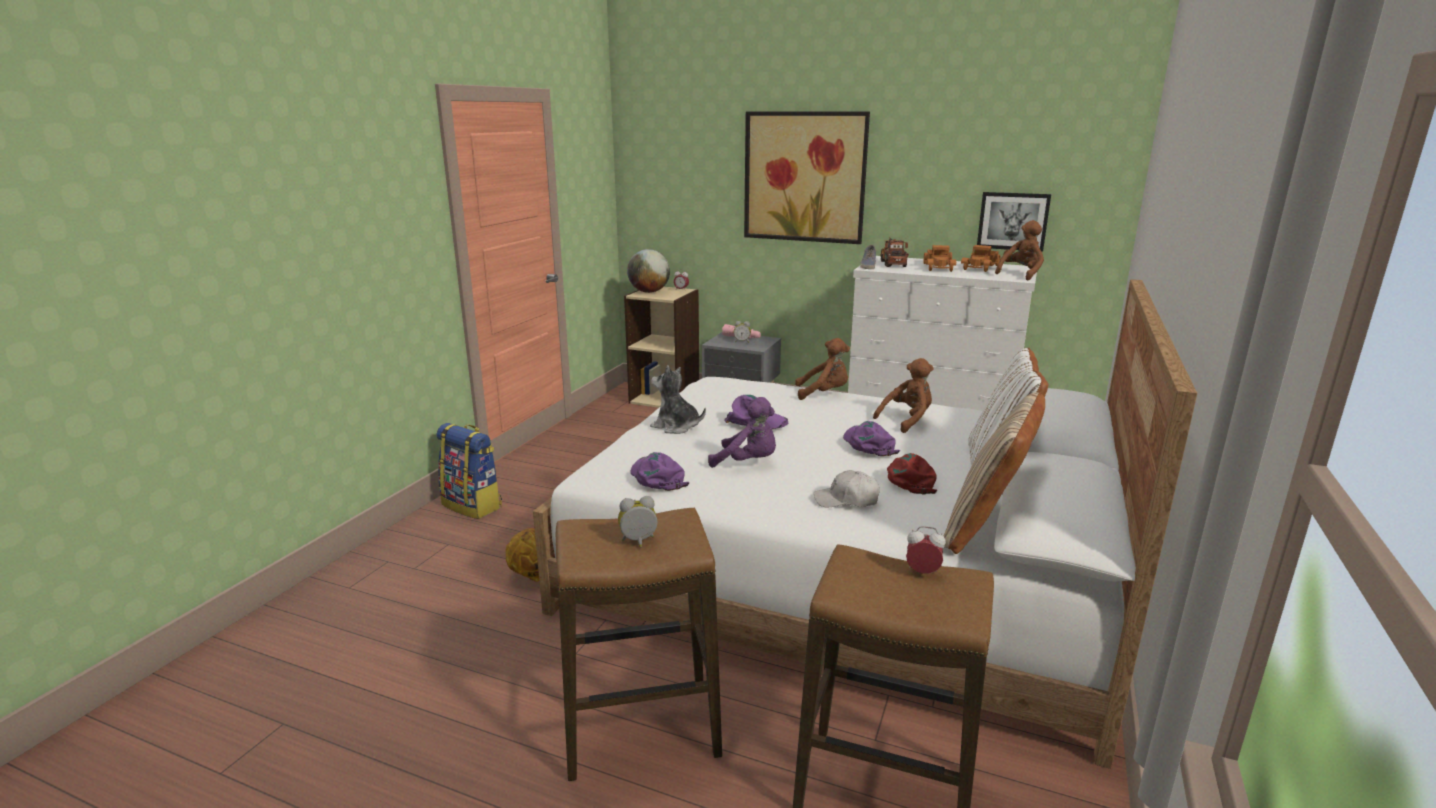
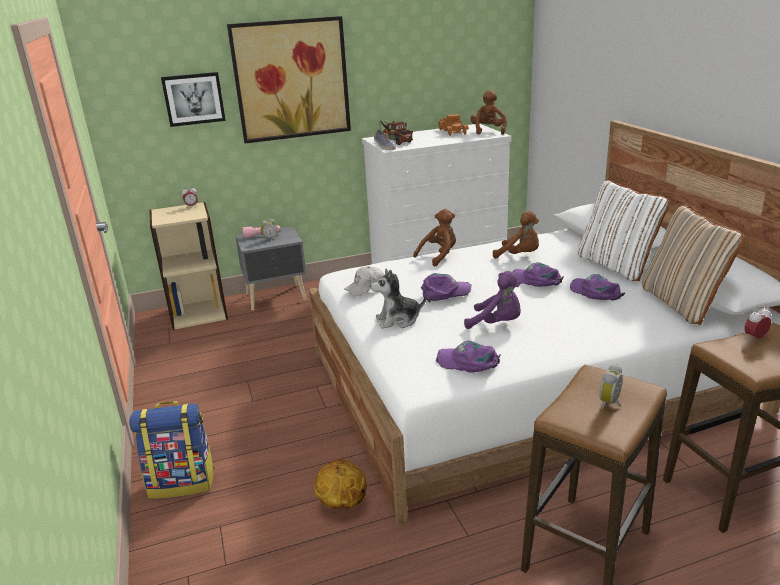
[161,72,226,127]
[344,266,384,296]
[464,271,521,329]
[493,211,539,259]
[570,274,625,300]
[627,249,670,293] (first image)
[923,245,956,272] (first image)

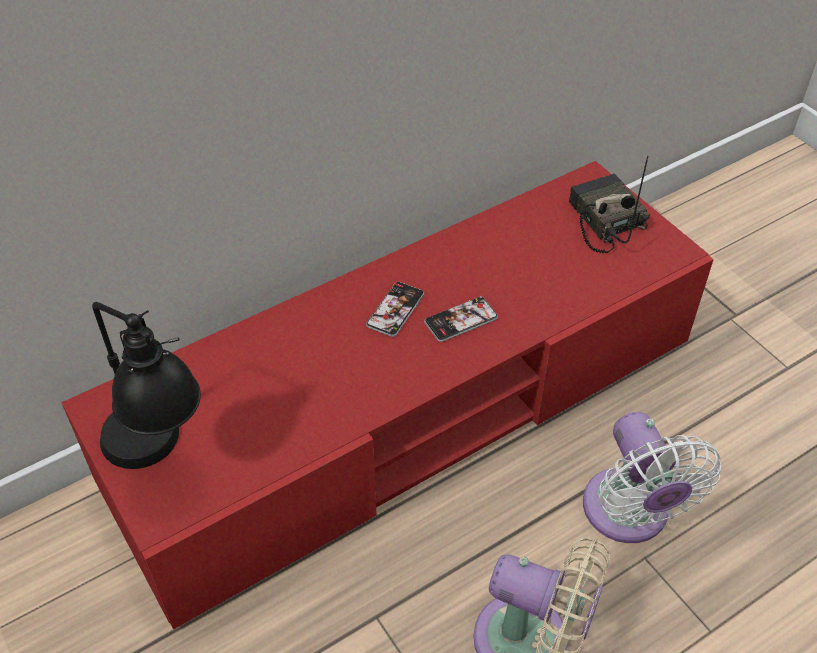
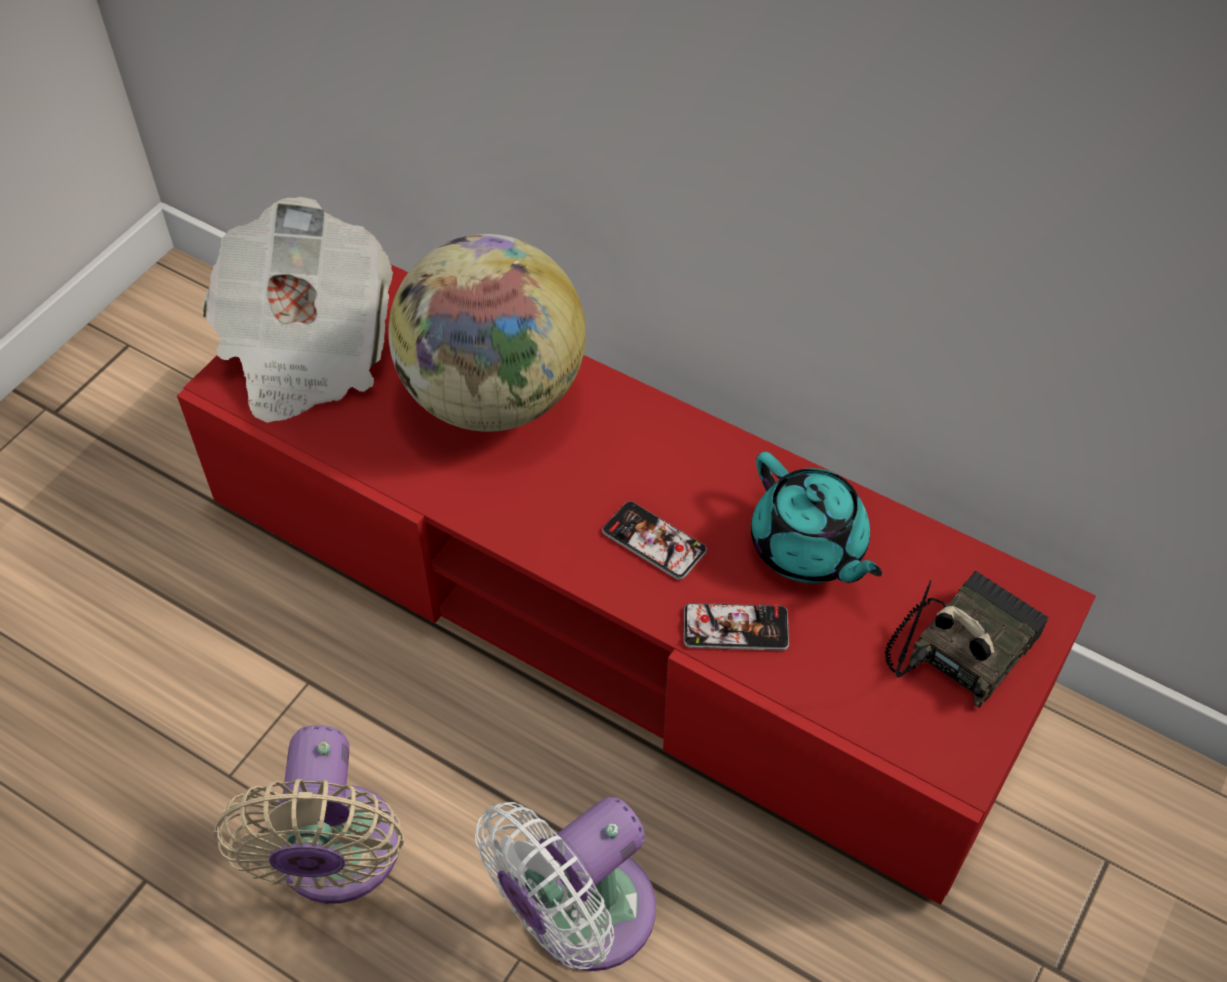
[202,197,393,423]
[388,234,586,432]
[684,603,789,650]
[751,452,882,583]

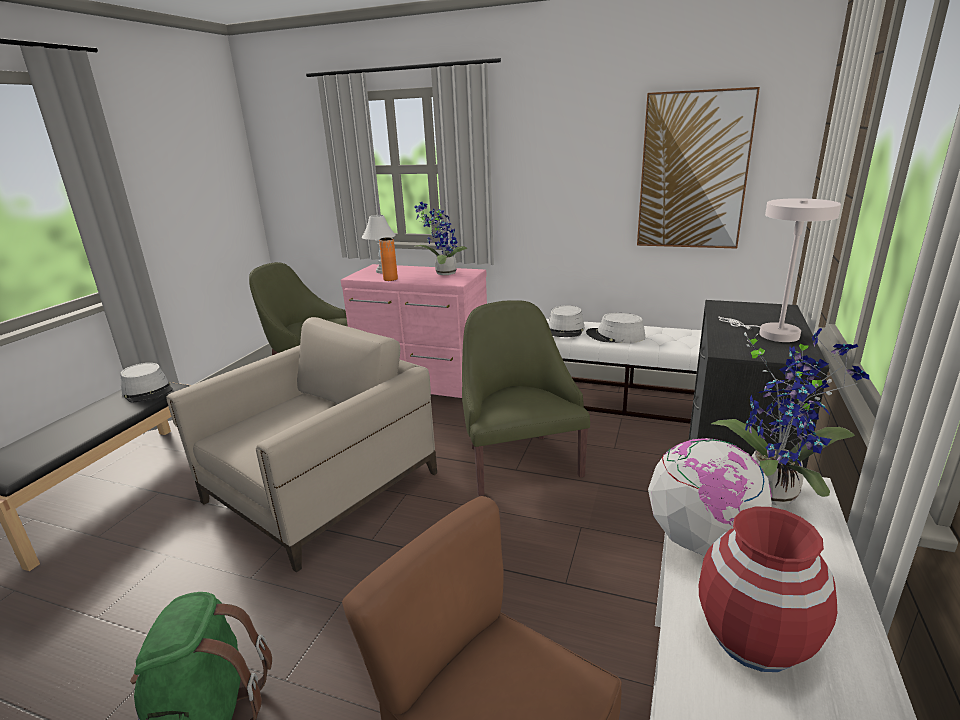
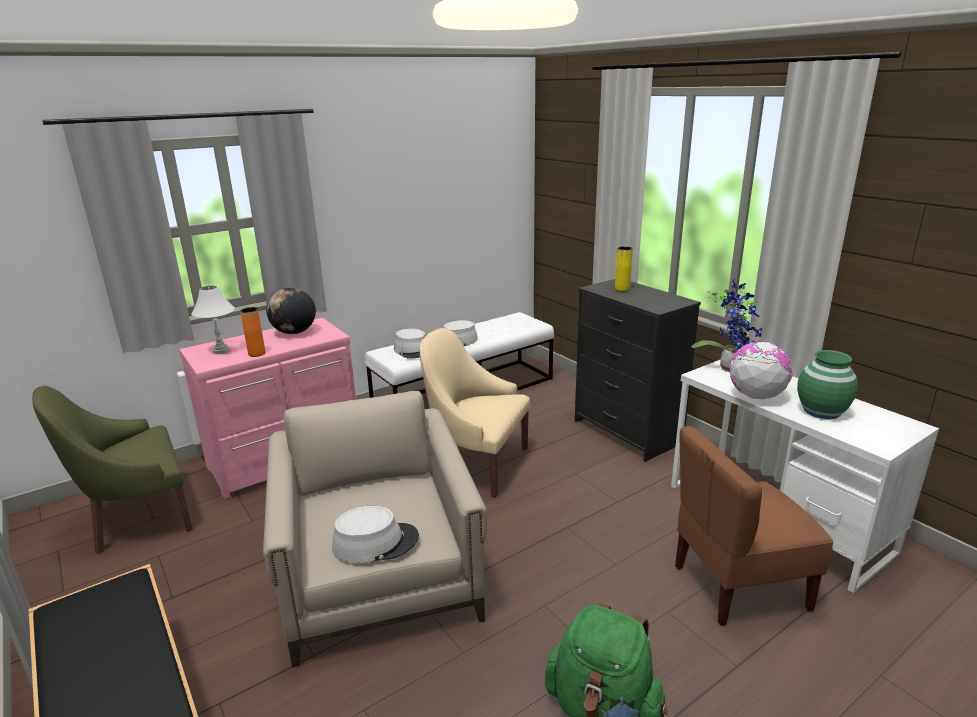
[266,287,316,334]
[332,506,419,563]
[420,328,530,498]
[615,246,633,291]
[797,350,858,419]
[637,87,760,249] (first image)
[718,198,841,342] (first image)

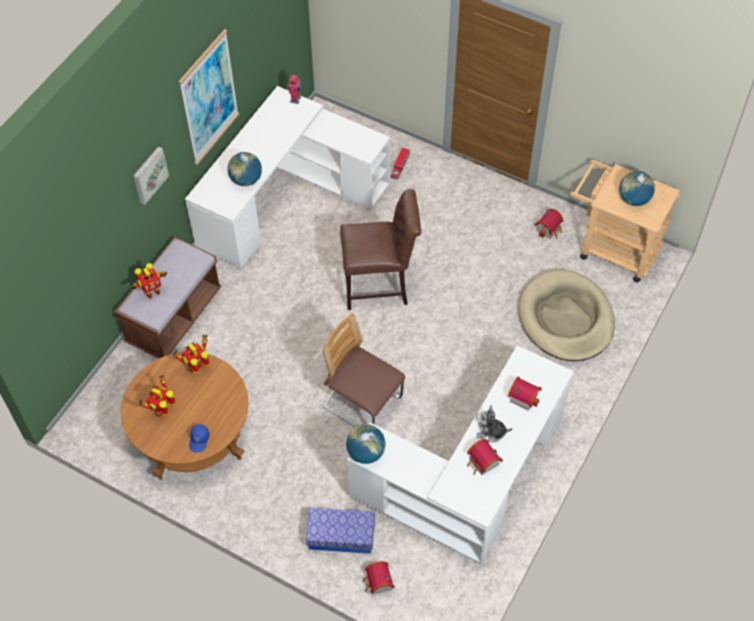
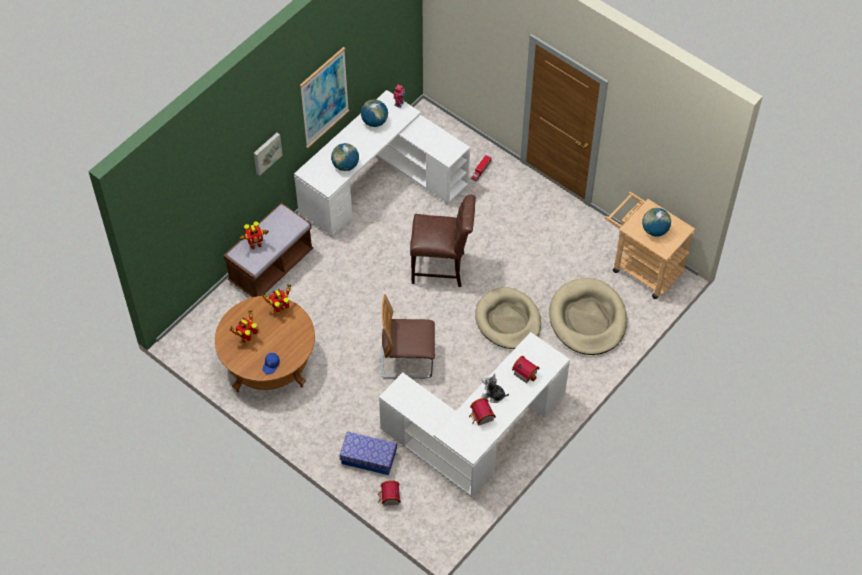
[361,99,388,127]
[380,294,435,378]
[475,287,541,349]
[535,209,564,239] (first image)

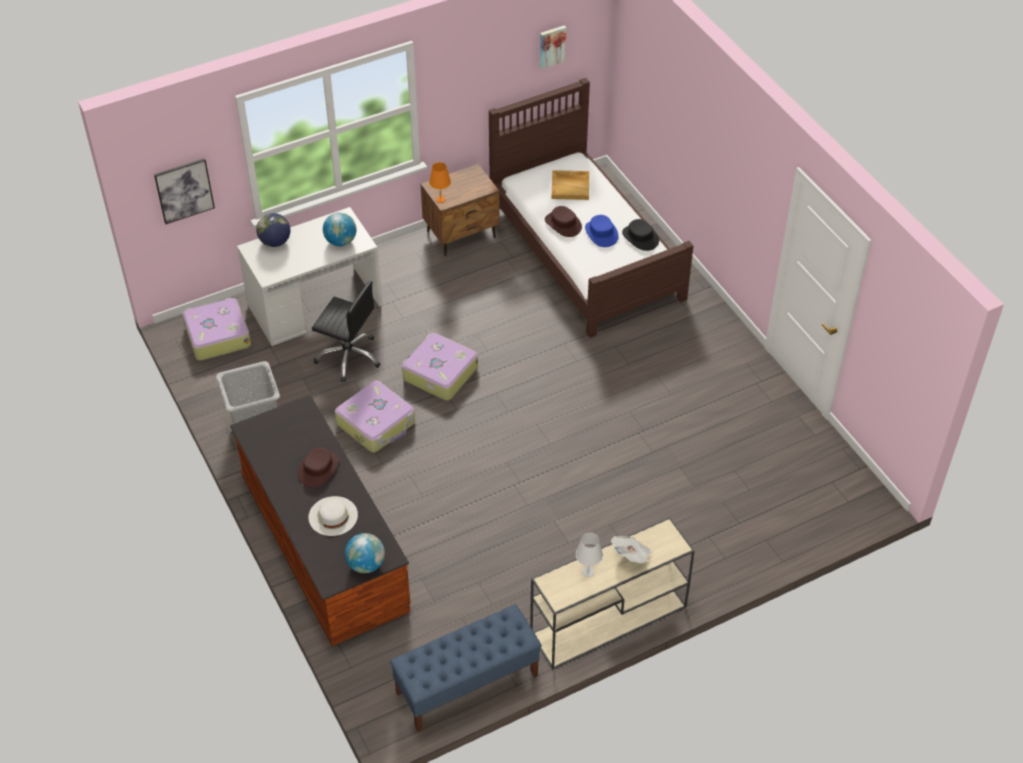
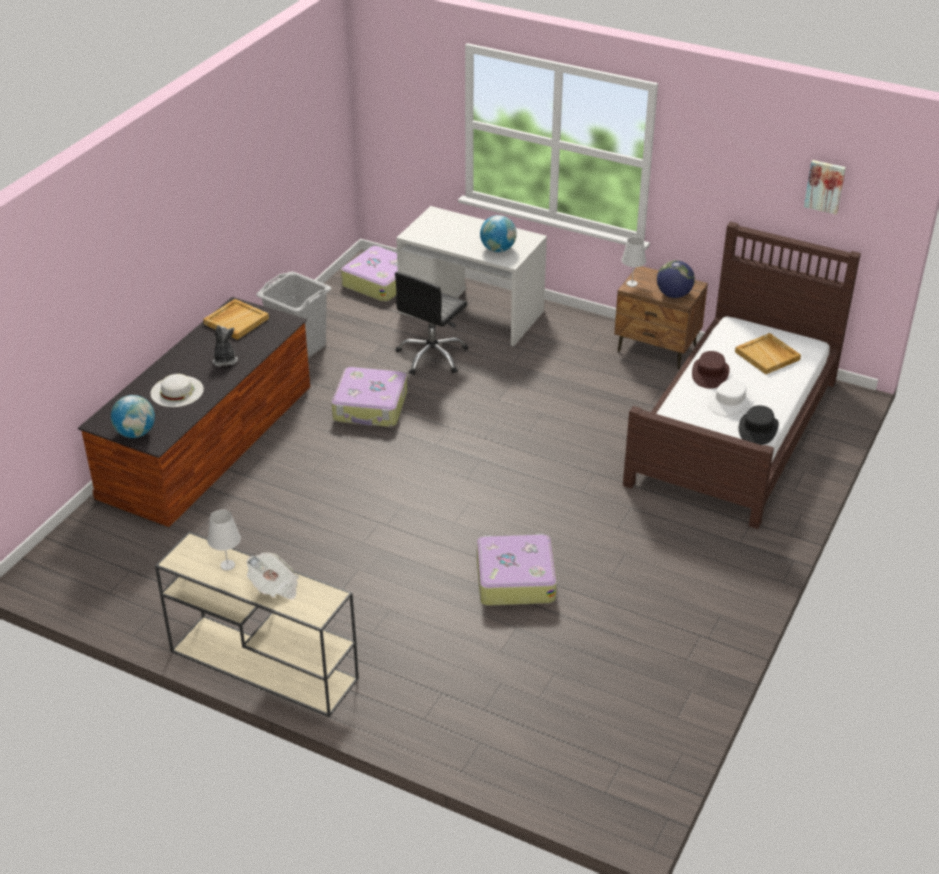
[203,299,269,340]
[212,325,238,367]
[395,272,468,375]
[477,534,557,606]
[621,237,646,287]
[657,260,695,298]
[708,379,752,416]
[154,158,215,224] (first image)
[390,604,542,732] (first image)

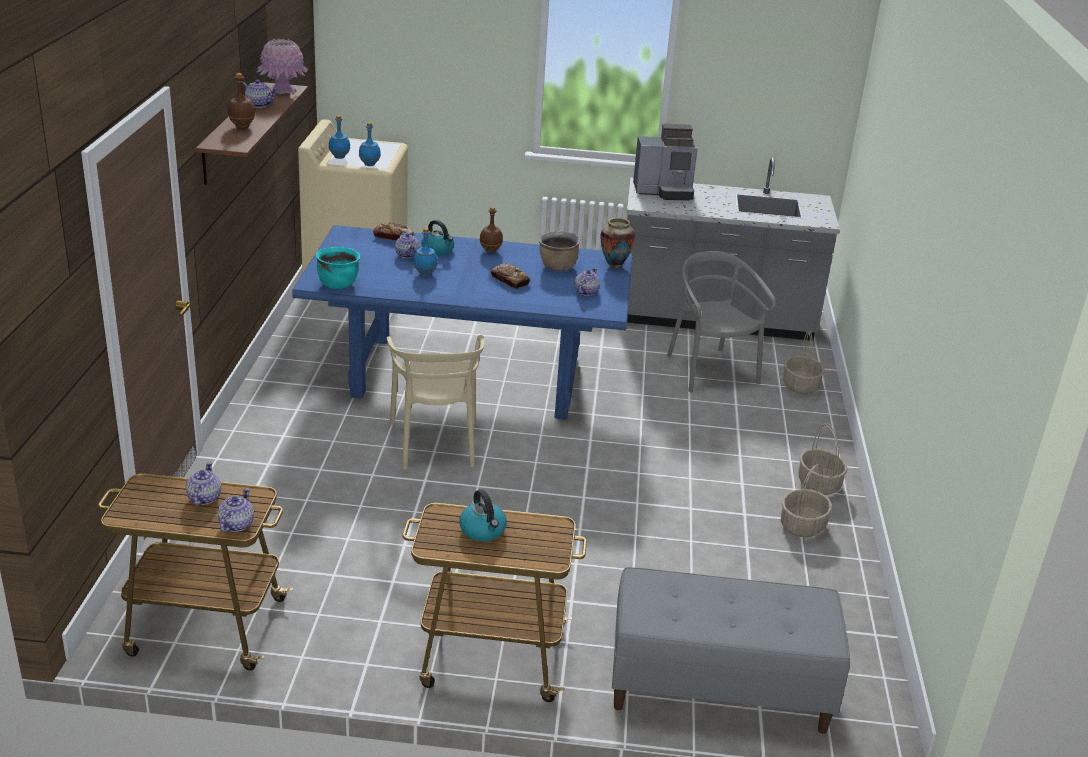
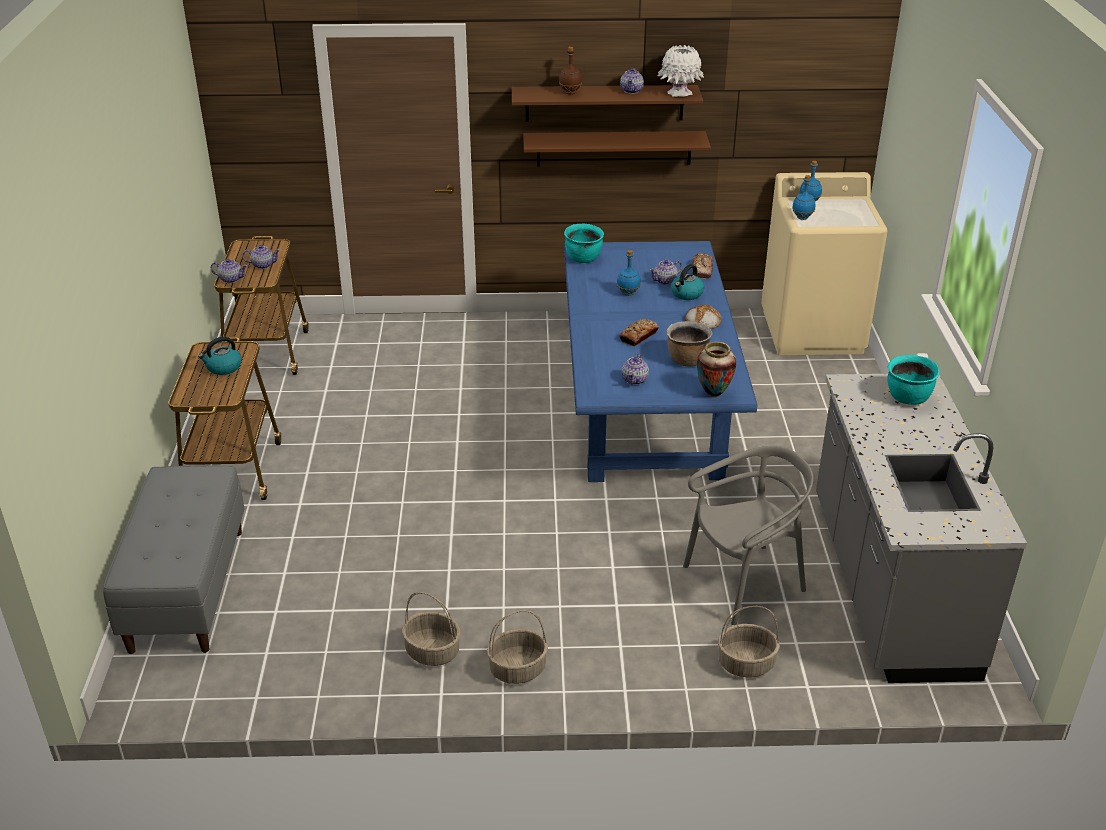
[523,131,711,166]
[622,353,649,385]
[657,45,704,97]
[685,305,721,329]
[887,355,940,405]
[387,335,485,469] (first image)

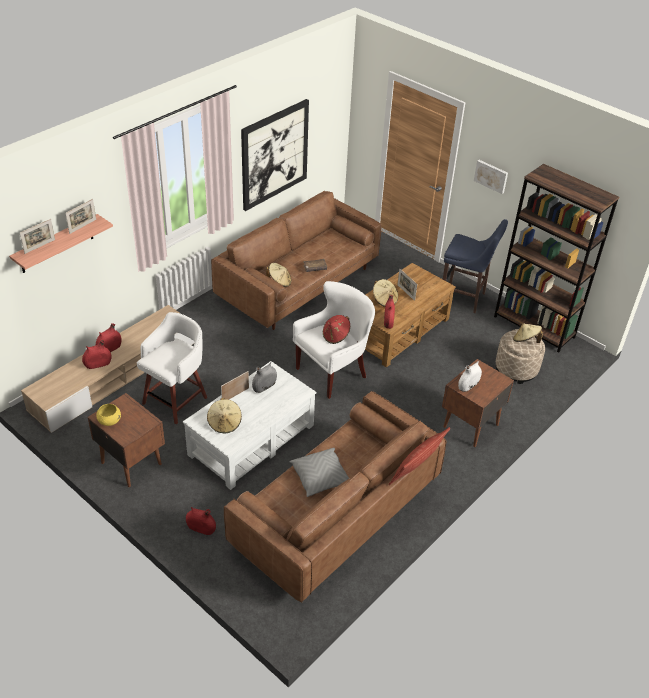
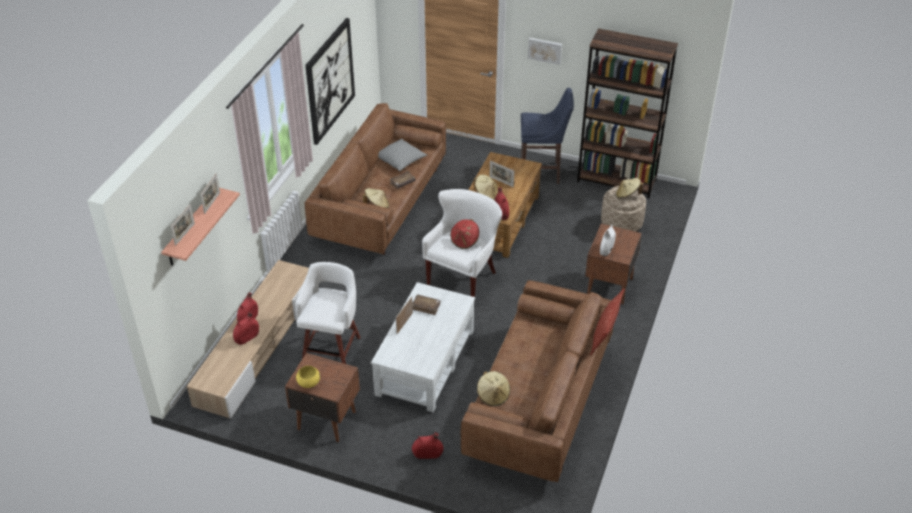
[378,139,427,171]
[412,294,440,315]
[477,371,510,406]

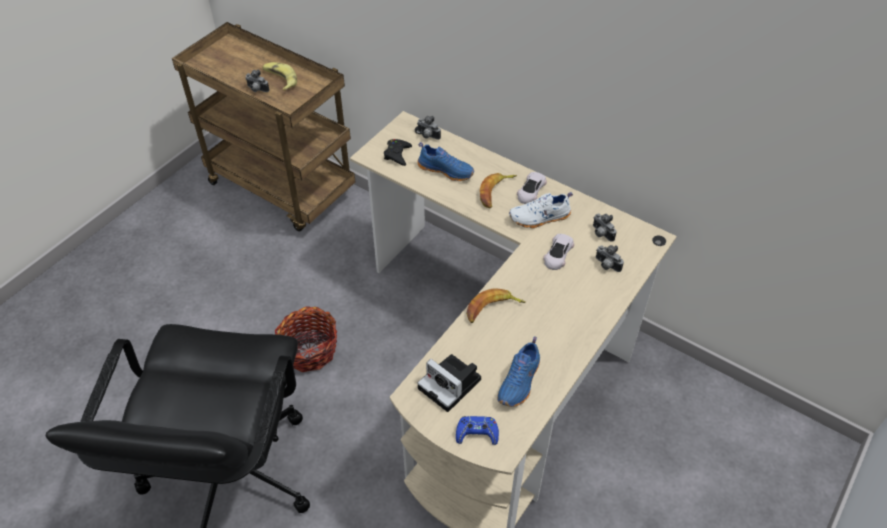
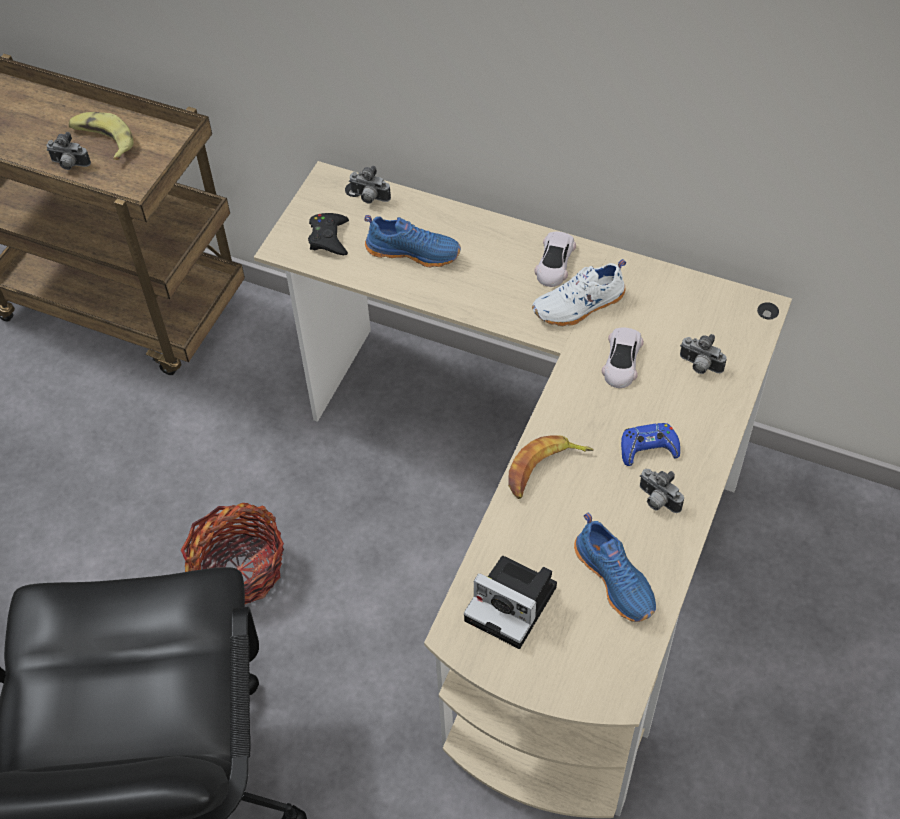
[574,513,656,622]
[621,423,680,466]
[640,469,684,513]
[480,173,517,208] (first image)

